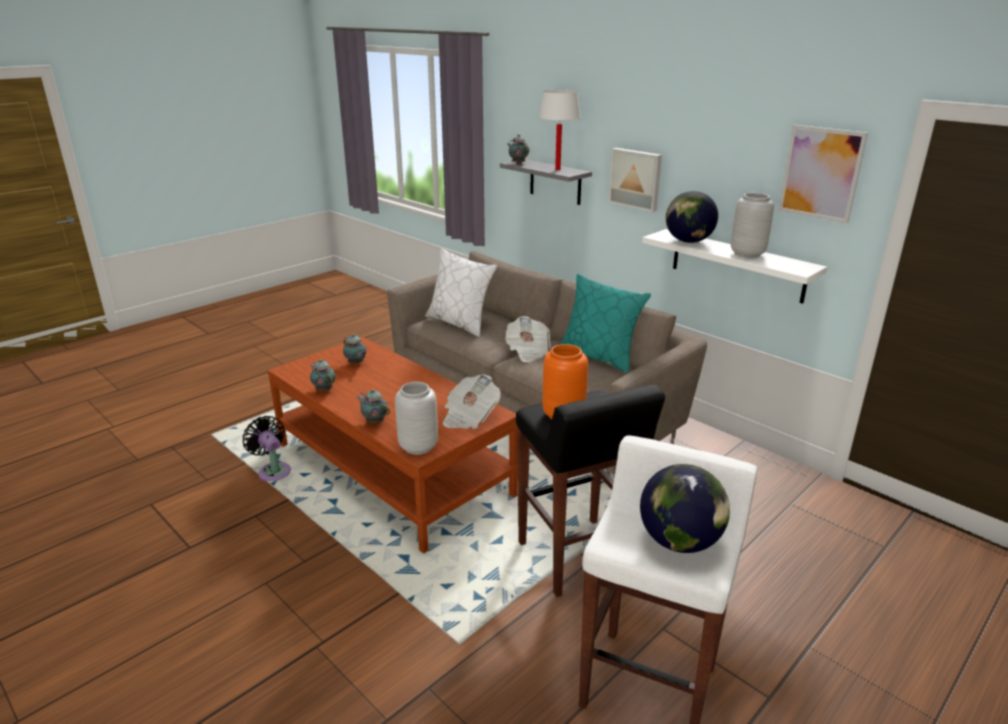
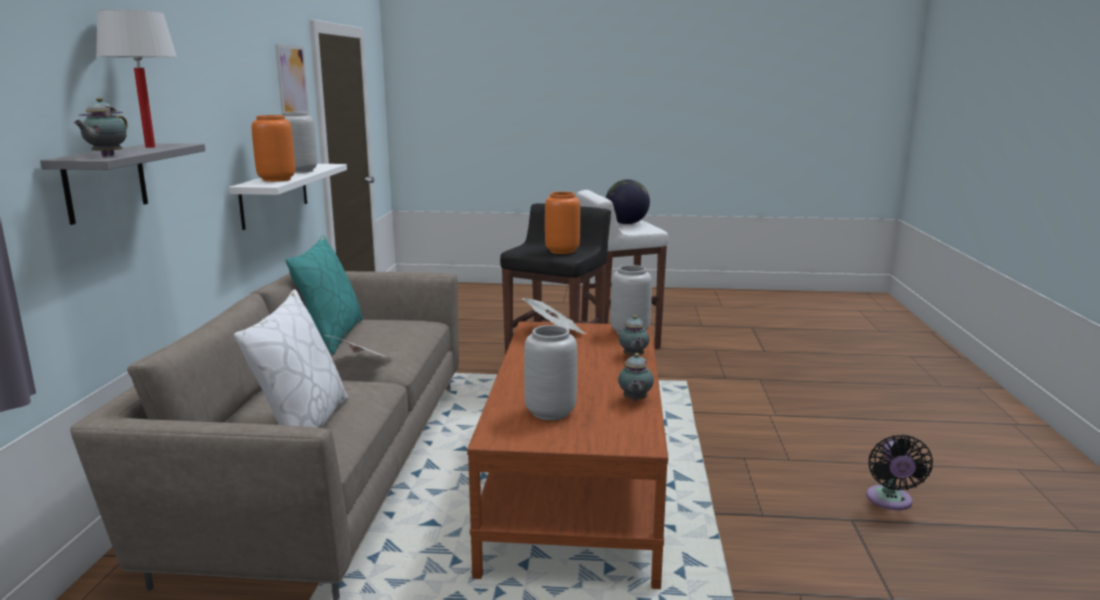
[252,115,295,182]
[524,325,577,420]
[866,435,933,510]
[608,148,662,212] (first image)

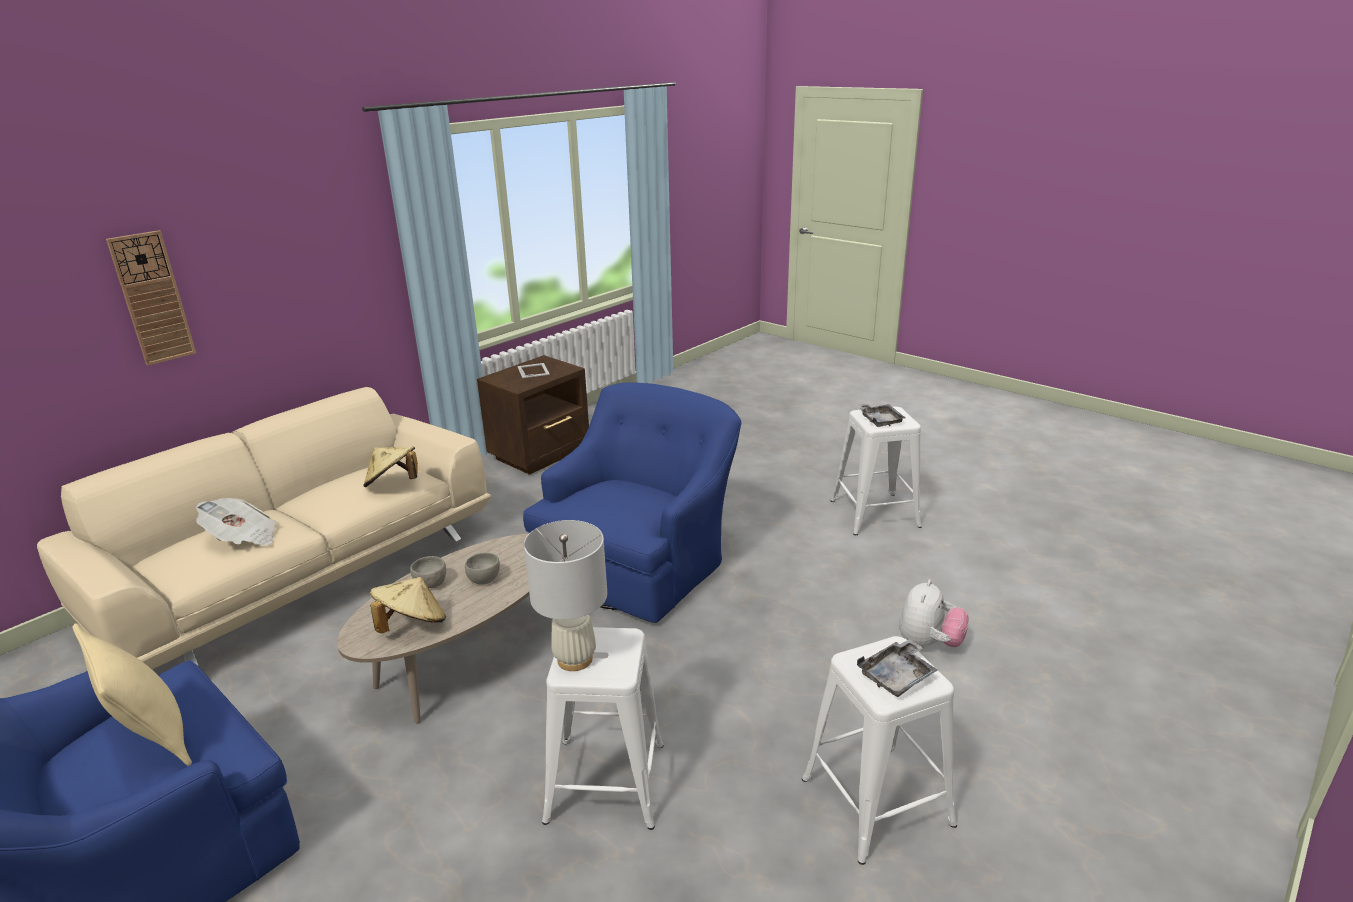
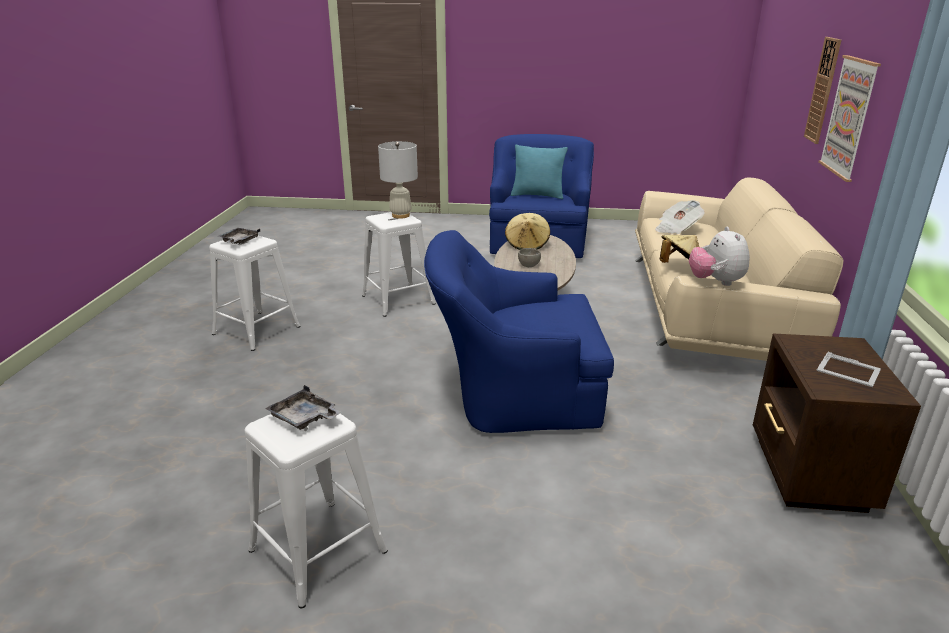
[424,230,614,433]
[511,145,568,199]
[689,227,750,286]
[818,55,881,182]
[410,556,446,588] (first image)

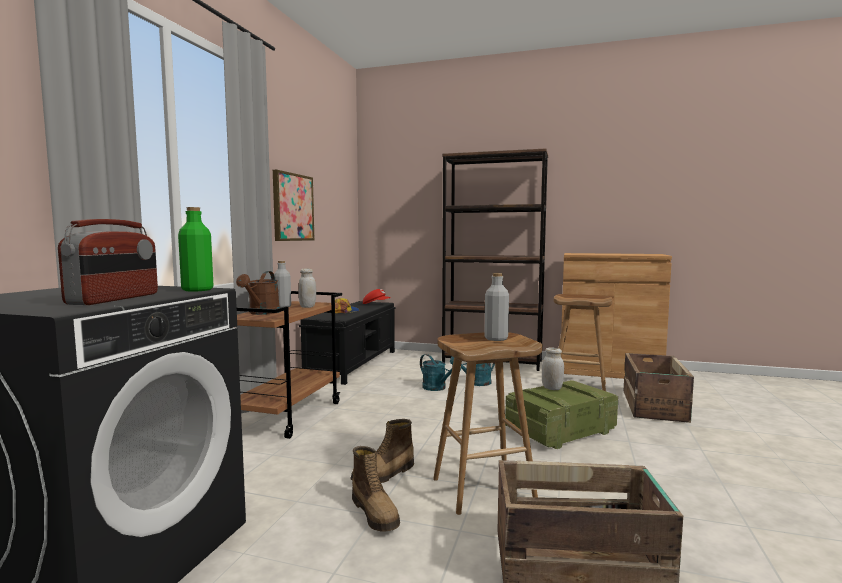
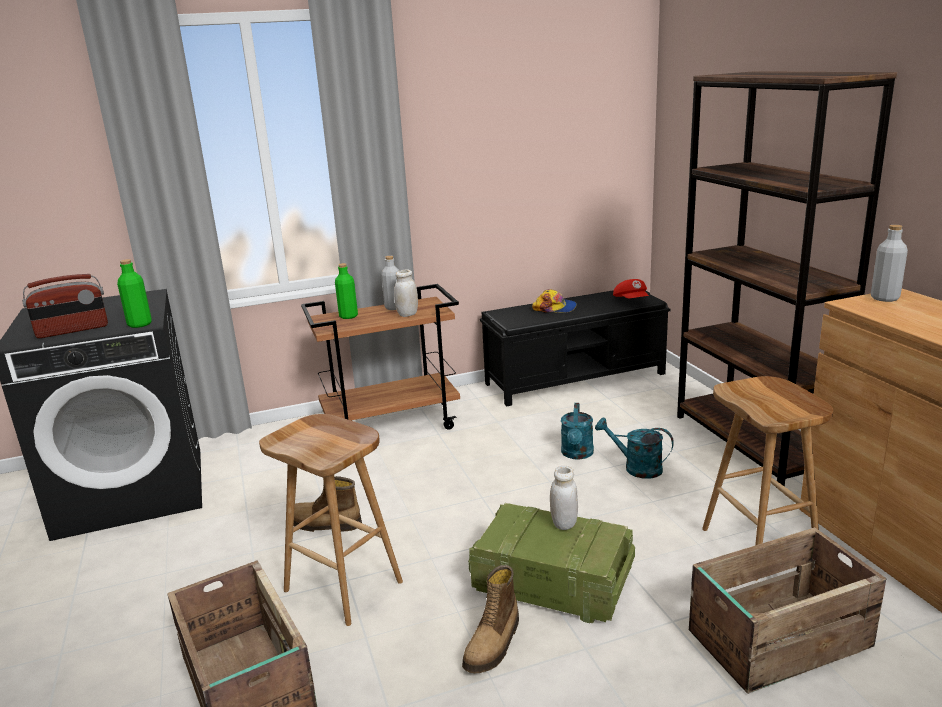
[335,263,358,319]
[462,565,519,673]
[871,225,908,302]
[273,170,314,241] (first image)

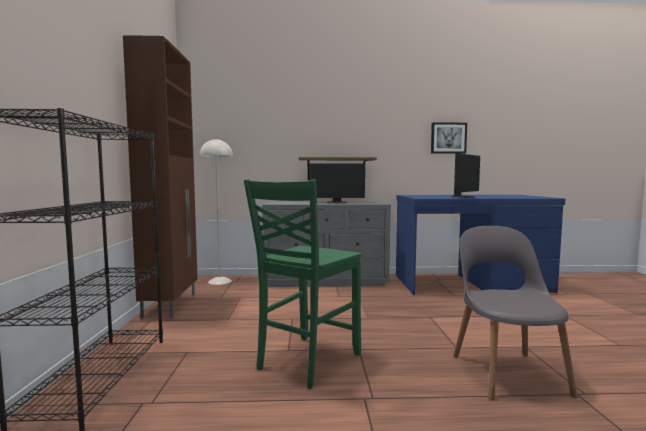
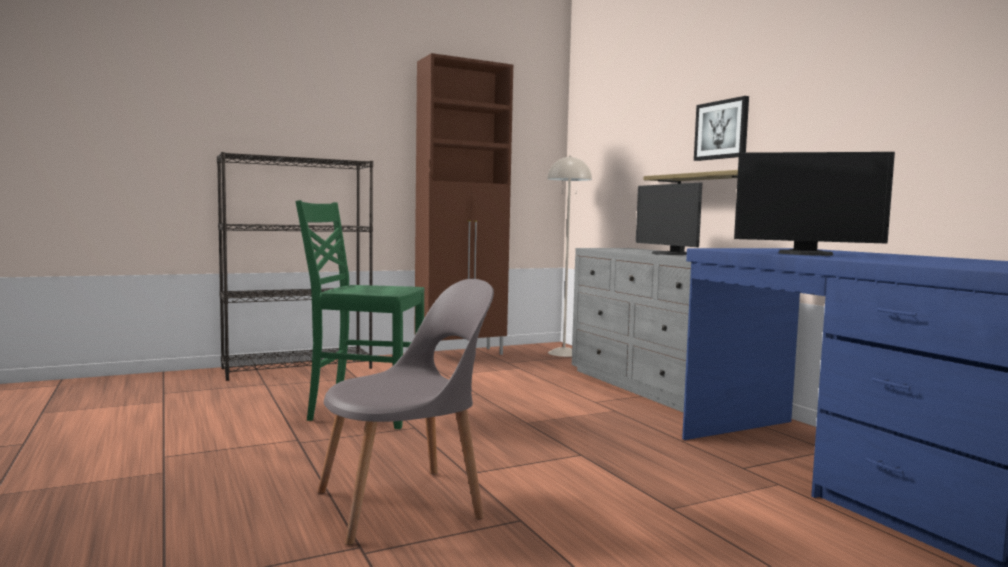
[694,96,749,161]

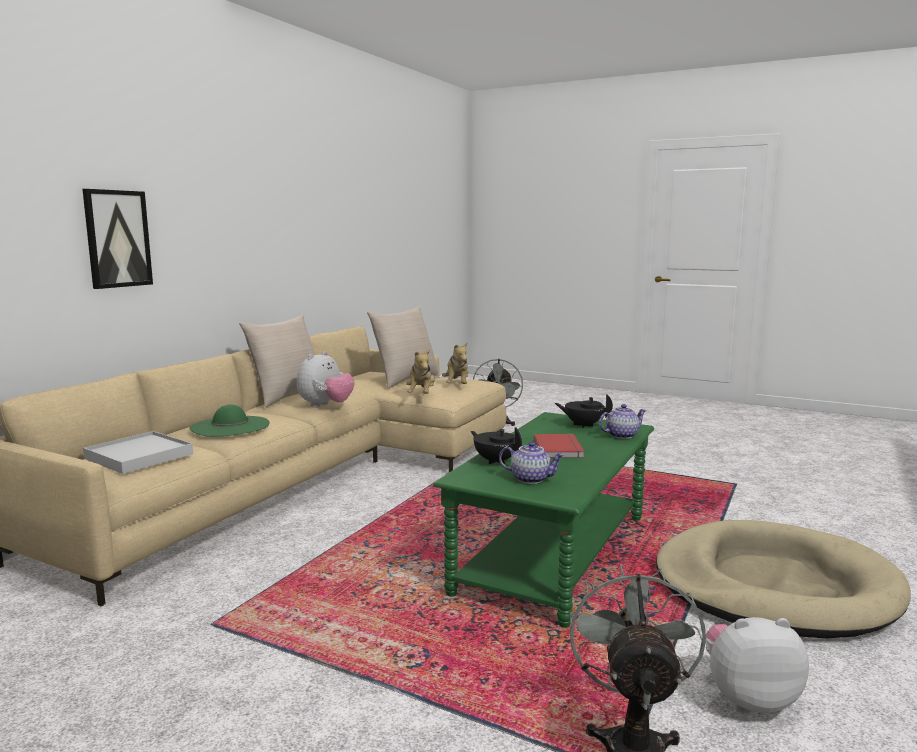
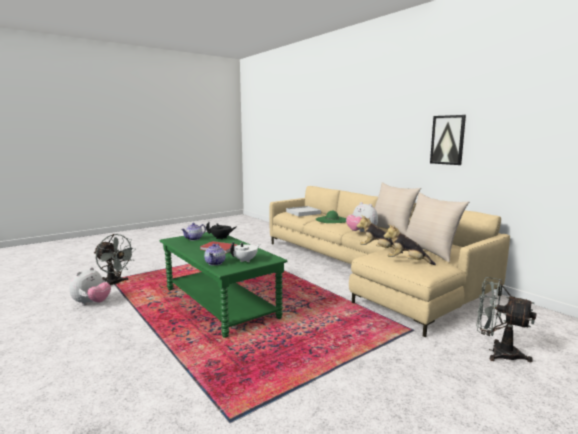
[230,242,260,262]
[430,115,466,165]
[656,520,911,638] (first image)

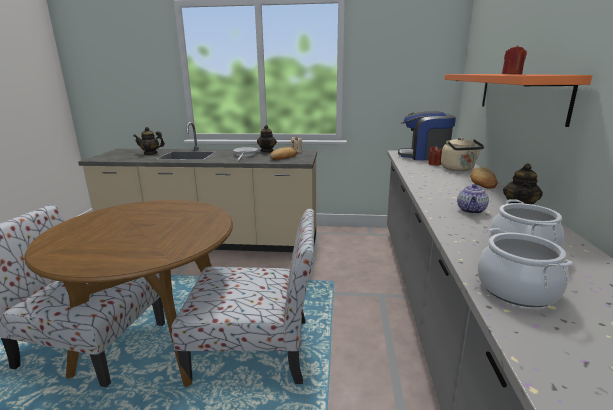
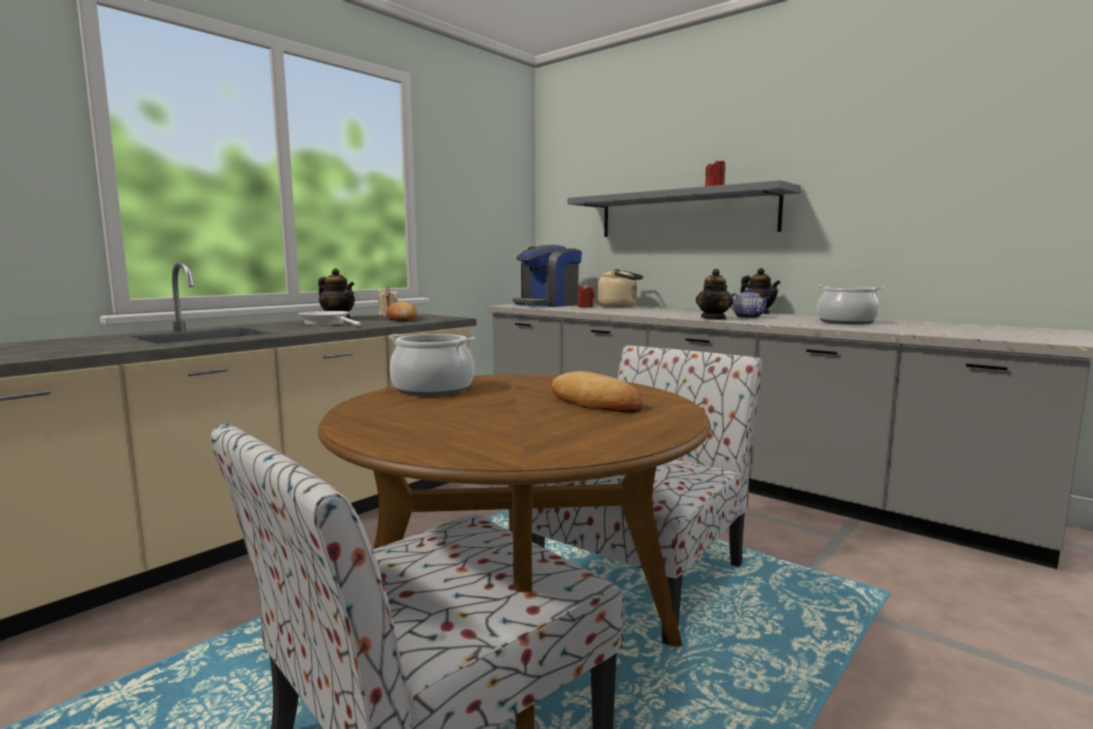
[388,334,476,396]
[552,371,642,413]
[568,180,801,237]
[696,269,734,320]

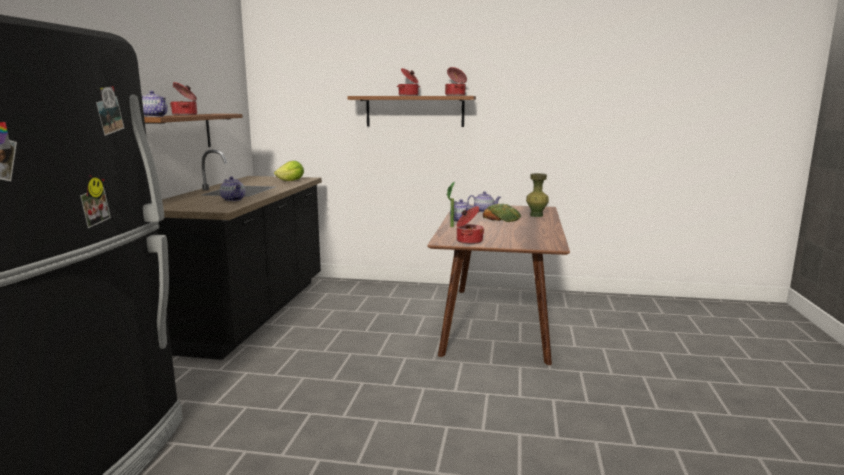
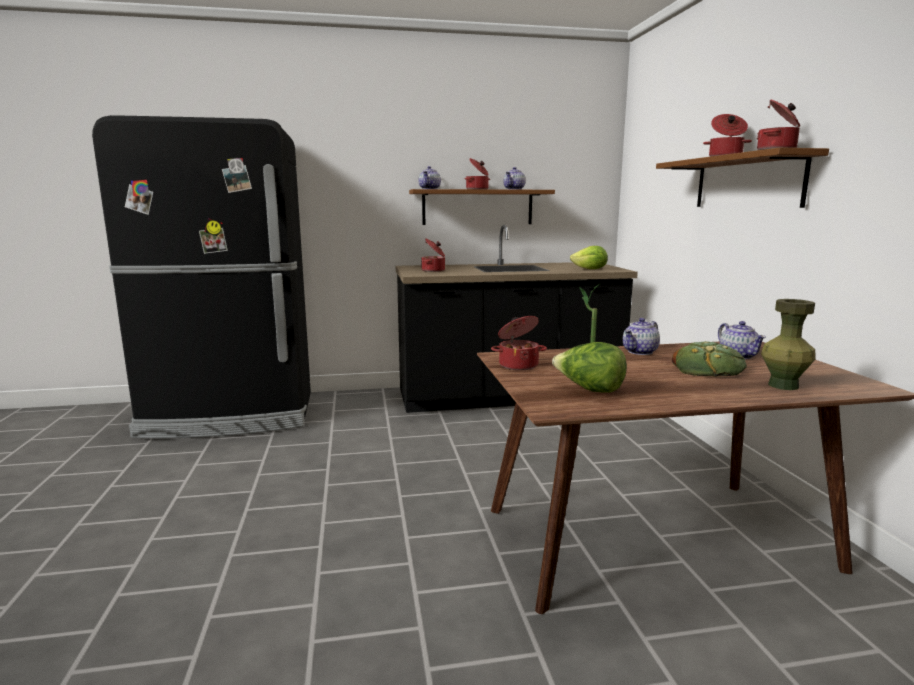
[421,239,445,272]
[503,167,526,190]
[552,342,627,392]

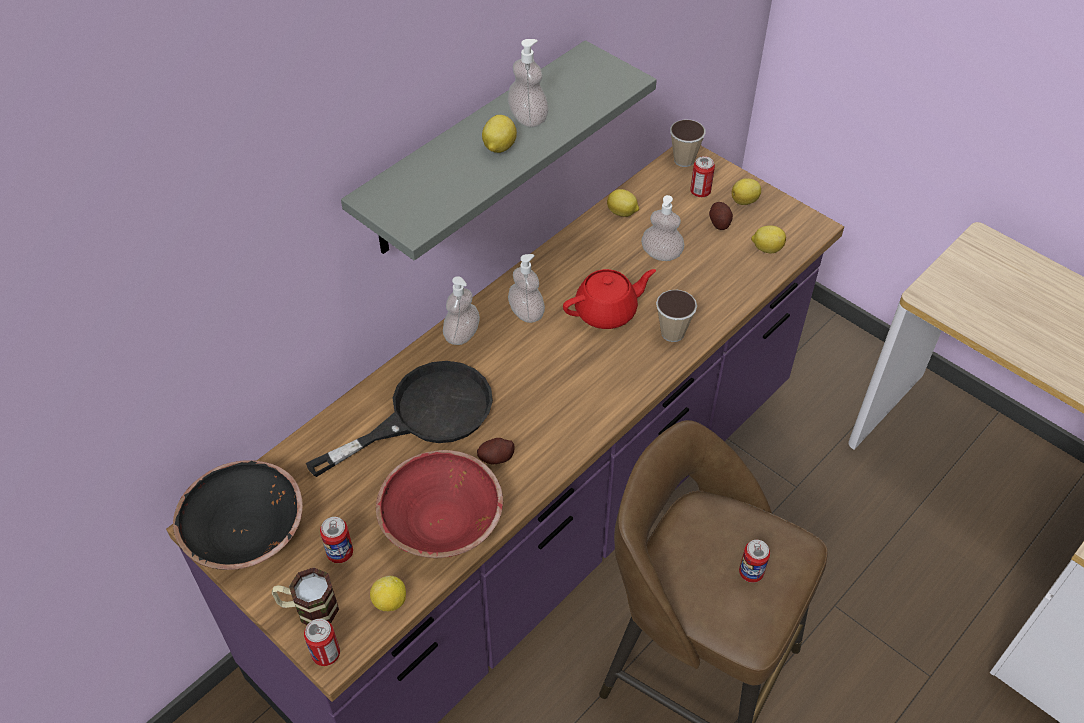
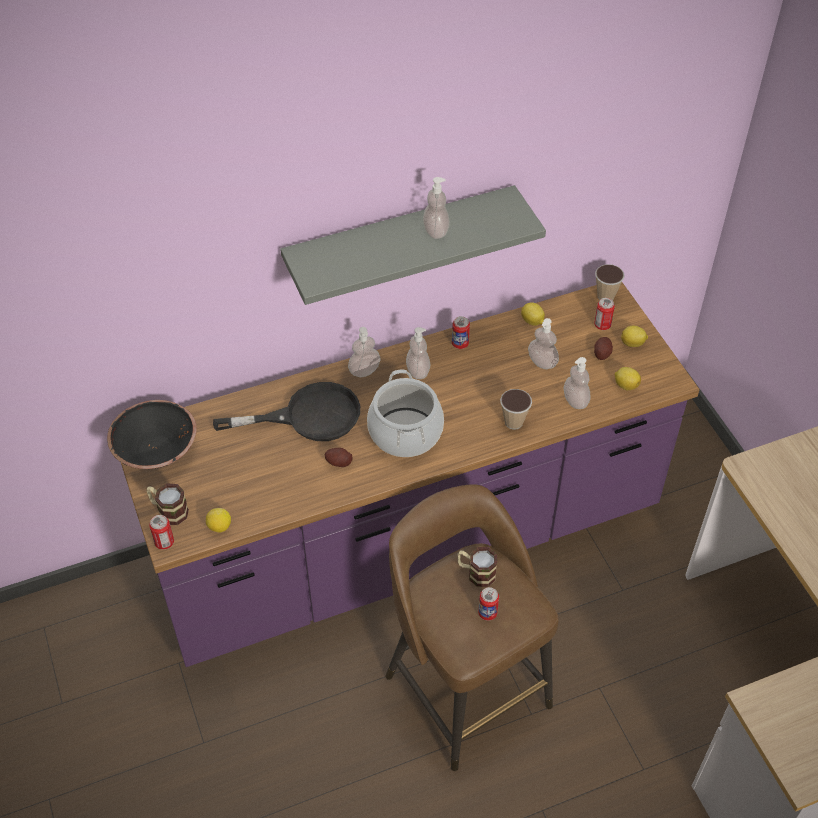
[367,370,444,457]
[452,316,470,349]
[457,547,497,587]
[564,357,591,409]
[376,450,503,558] (first image)
[482,115,517,153] (first image)
[563,269,656,329] (first image)

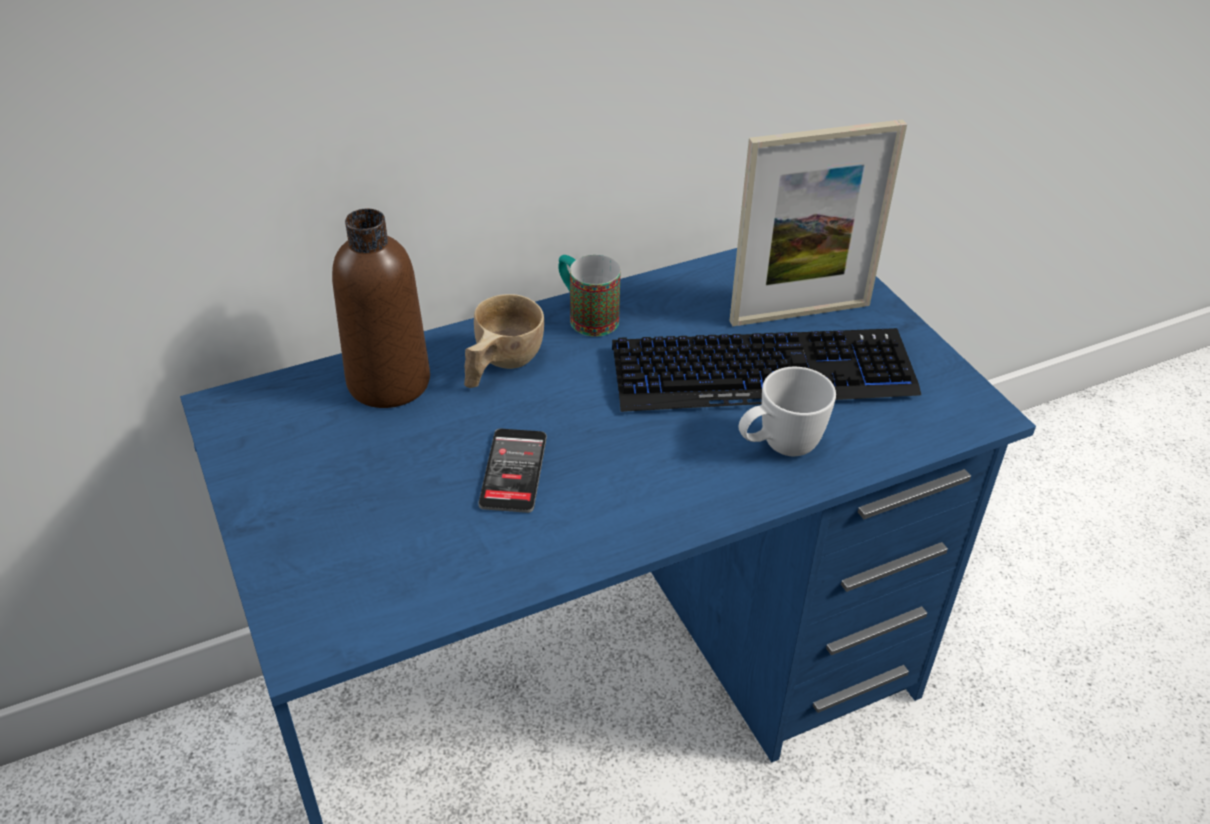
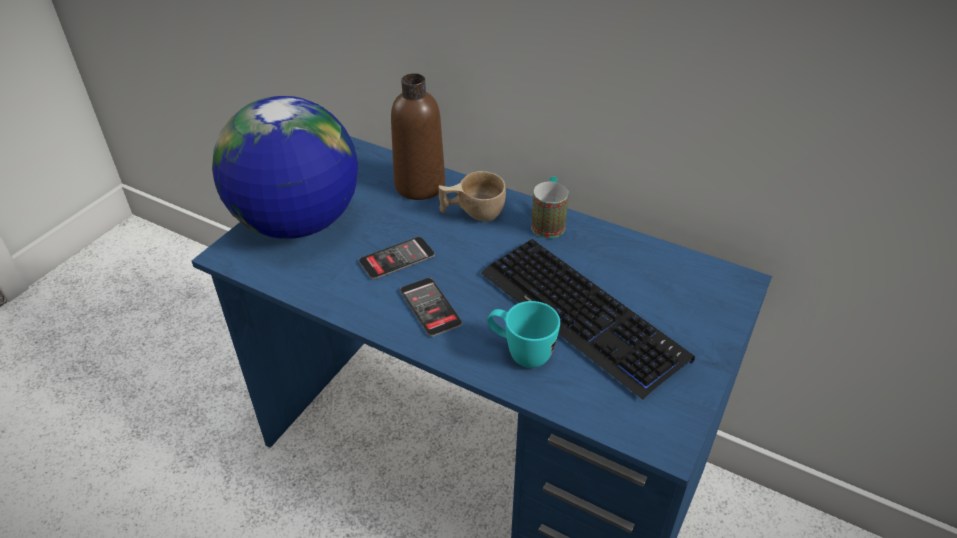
[212,96,358,239]
[400,278,462,337]
[487,301,560,368]
[729,119,907,326] (first image)

